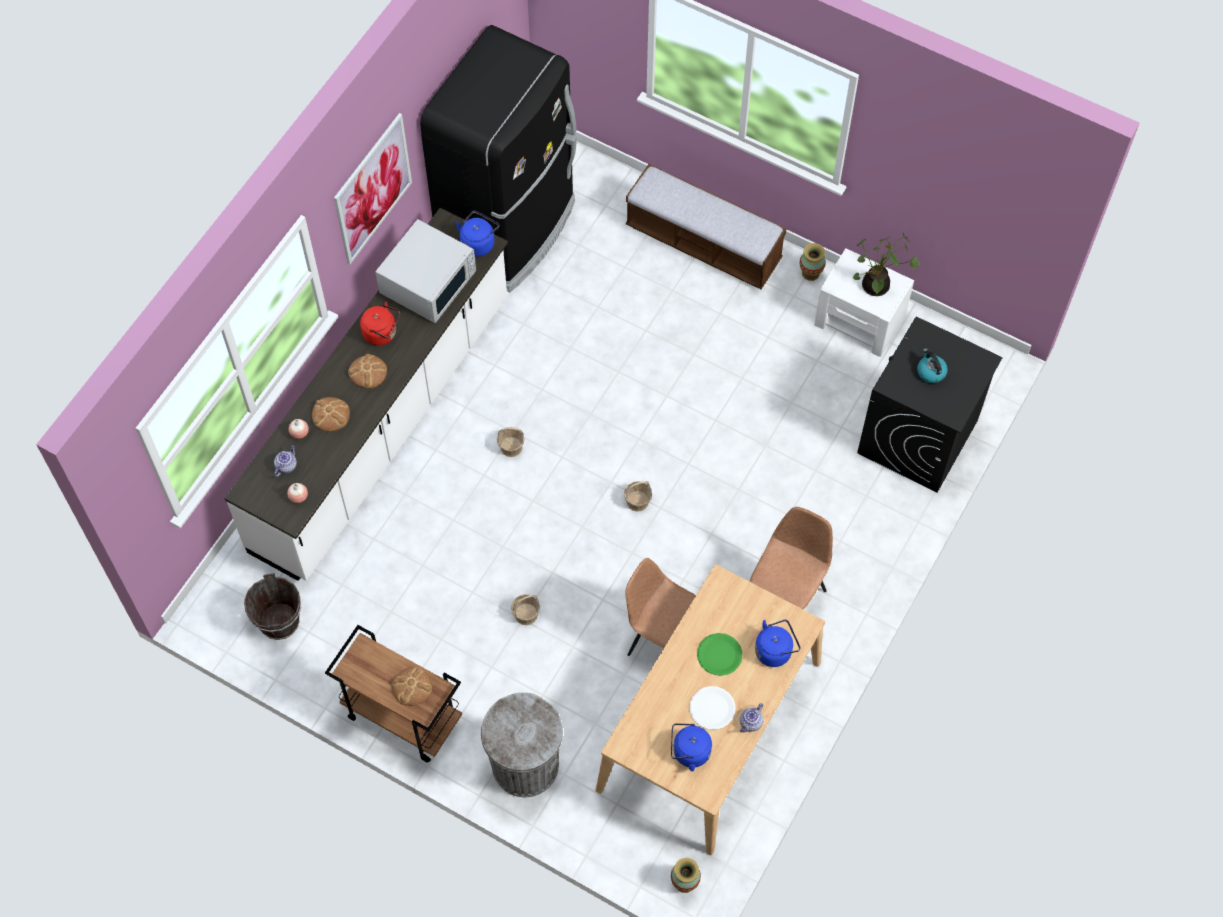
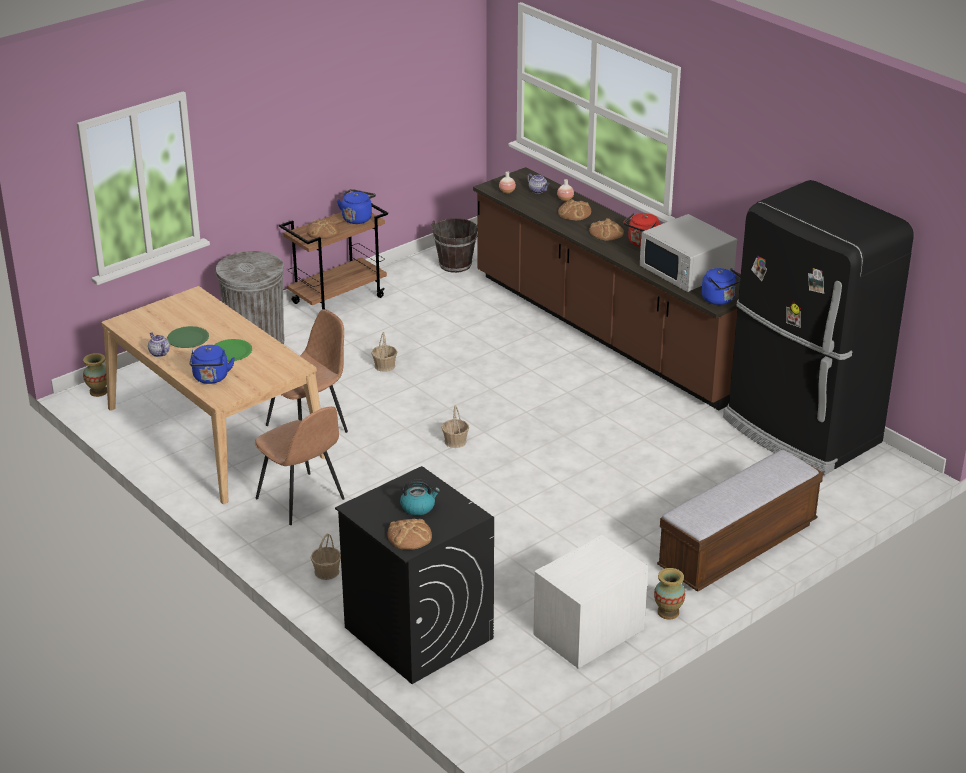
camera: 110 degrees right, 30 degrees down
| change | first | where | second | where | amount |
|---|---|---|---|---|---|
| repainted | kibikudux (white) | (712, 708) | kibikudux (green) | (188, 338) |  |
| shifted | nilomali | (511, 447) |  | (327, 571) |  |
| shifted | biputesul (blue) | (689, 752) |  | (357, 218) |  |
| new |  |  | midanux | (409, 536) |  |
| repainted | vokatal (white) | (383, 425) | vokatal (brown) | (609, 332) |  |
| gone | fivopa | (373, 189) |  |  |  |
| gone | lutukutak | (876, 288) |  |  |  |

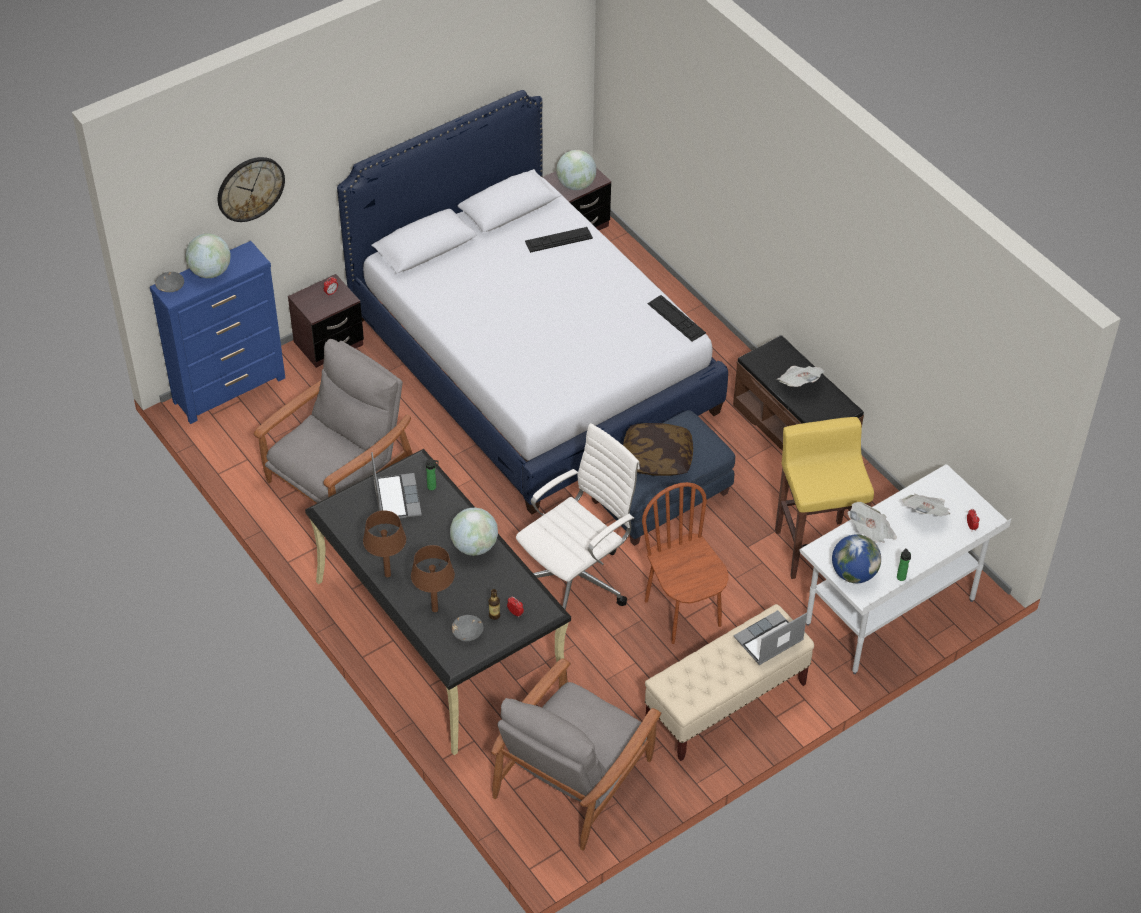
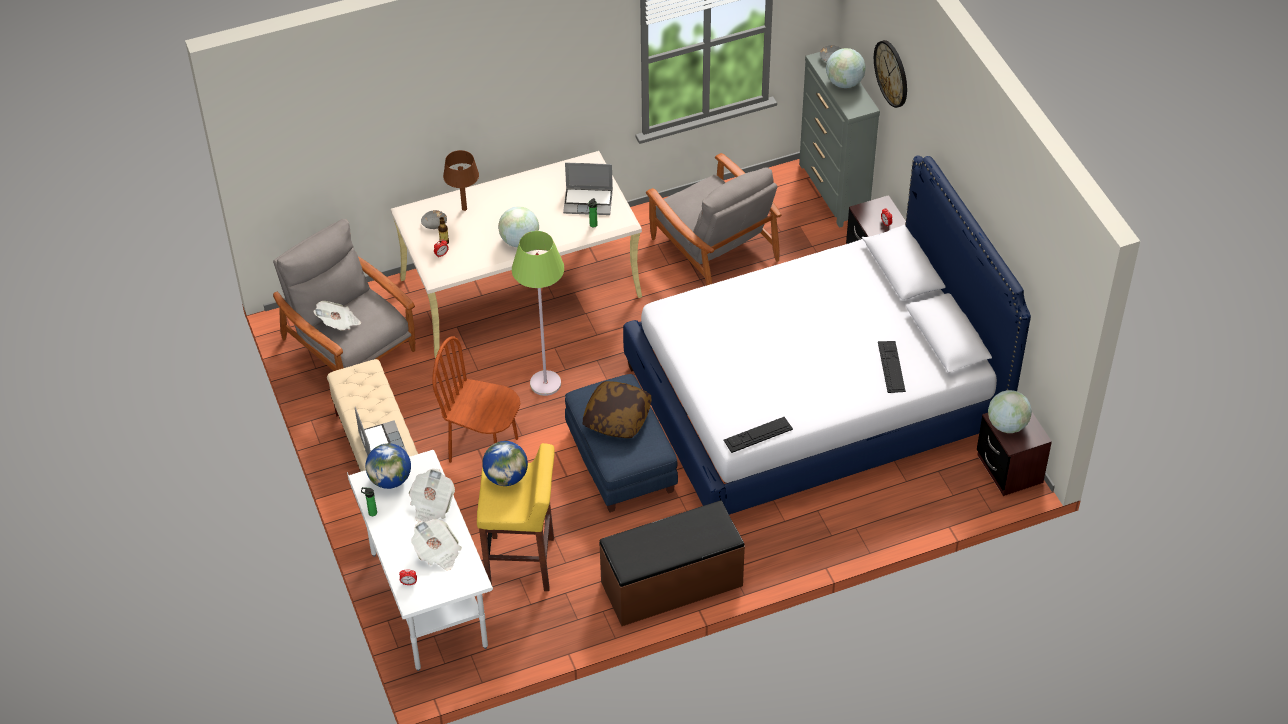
camera: 105 degrees right, 0 degrees up
| change | first | where | second | where | amount |
|---|---|---|---|---|---|
| shifted | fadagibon | (799, 383) |  | (338, 323) |  |
| repainted | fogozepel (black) | (439, 633) | fogozepel (beige) | (521, 287) |  |
| rotated | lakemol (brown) | (683, 613) |  | (484, 449) | 150 degrees counterclockwise |
| new |  |  | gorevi | (506, 477) |  |
| swapped | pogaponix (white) | (576, 580) | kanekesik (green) | (545, 384) |  |
| repainted | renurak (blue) | (230, 389) | renurak (grey) | (833, 191) |  |
| gone | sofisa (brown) | (387, 574) |  |  |  |

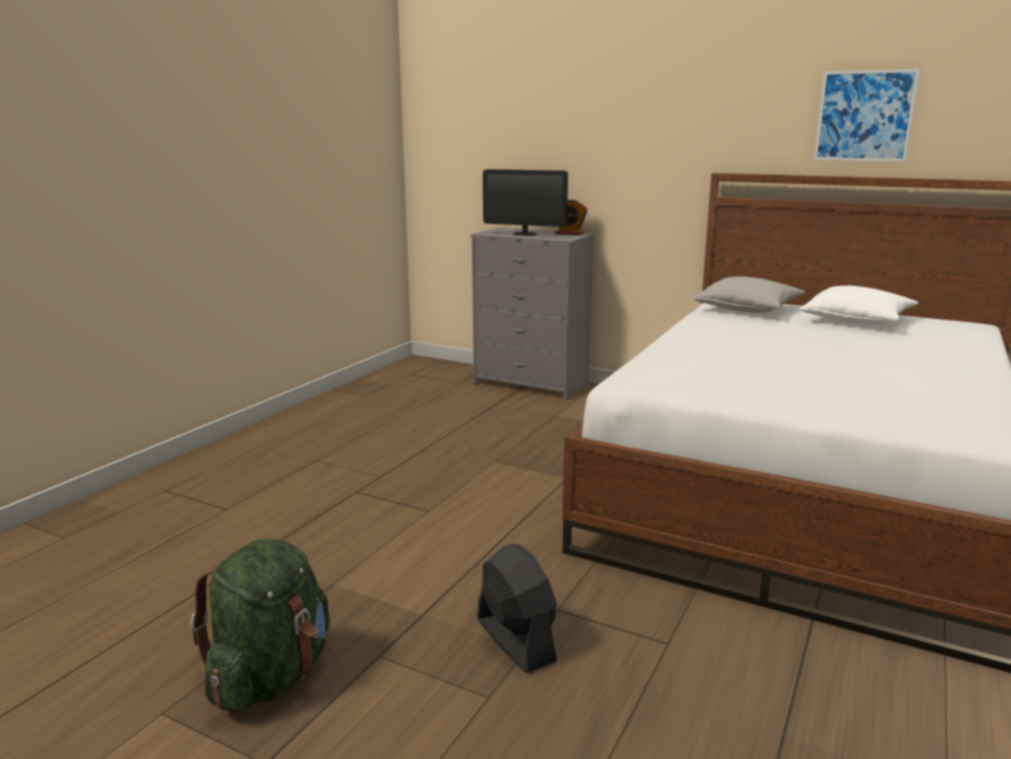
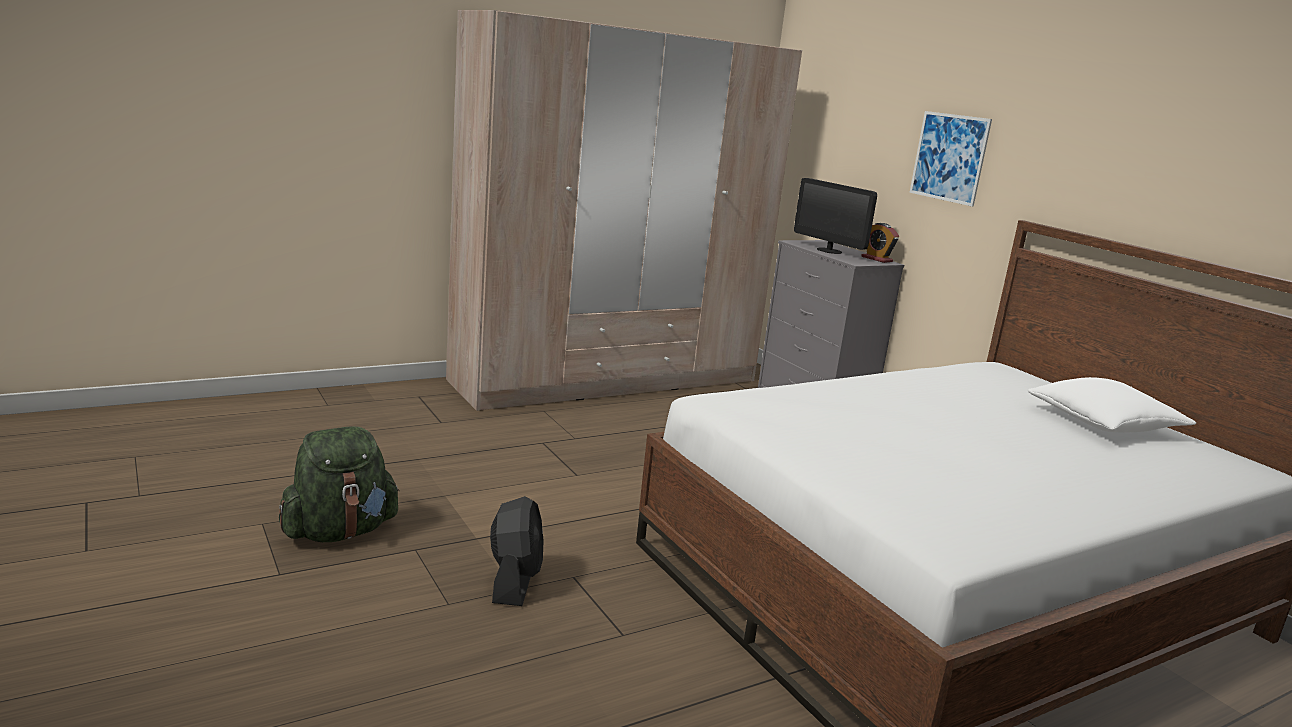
camera: 30 degrees right, 0 degrees up
| change | first | where | second | where | amount |
|---|---|---|---|---|---|
| new |  |  | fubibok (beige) | (608, 381) |  |
| shifted | fivopa | (864, 116) |  | (949, 157) |  |
| gone | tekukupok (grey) | (748, 309) |  |  |  |

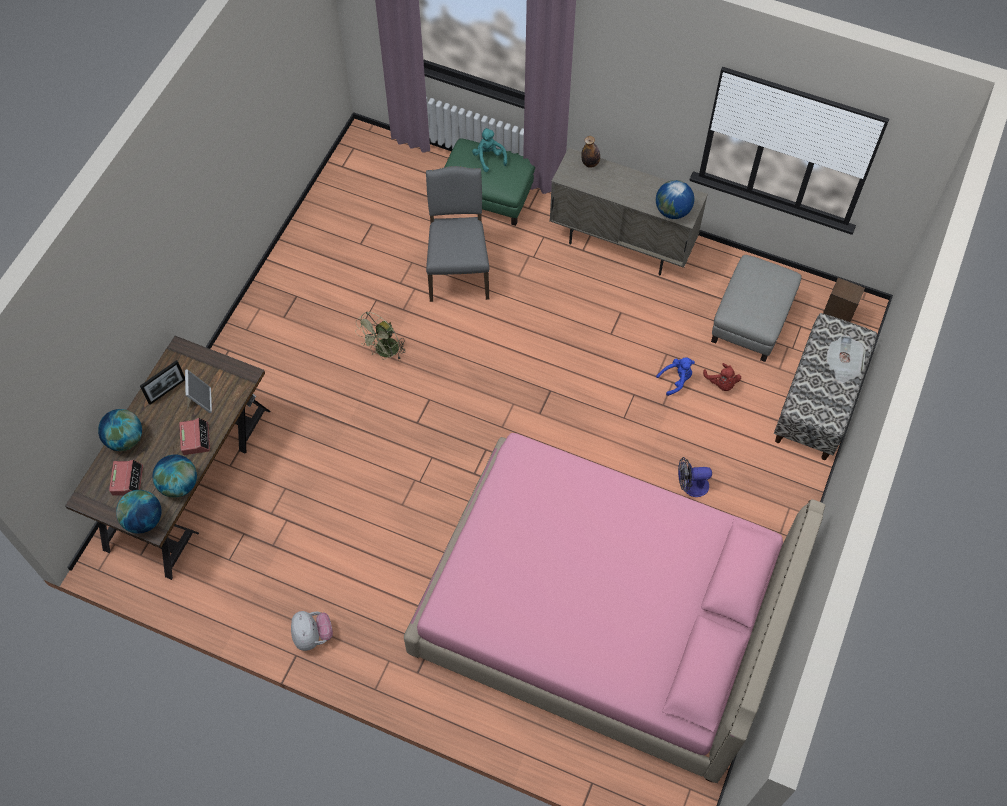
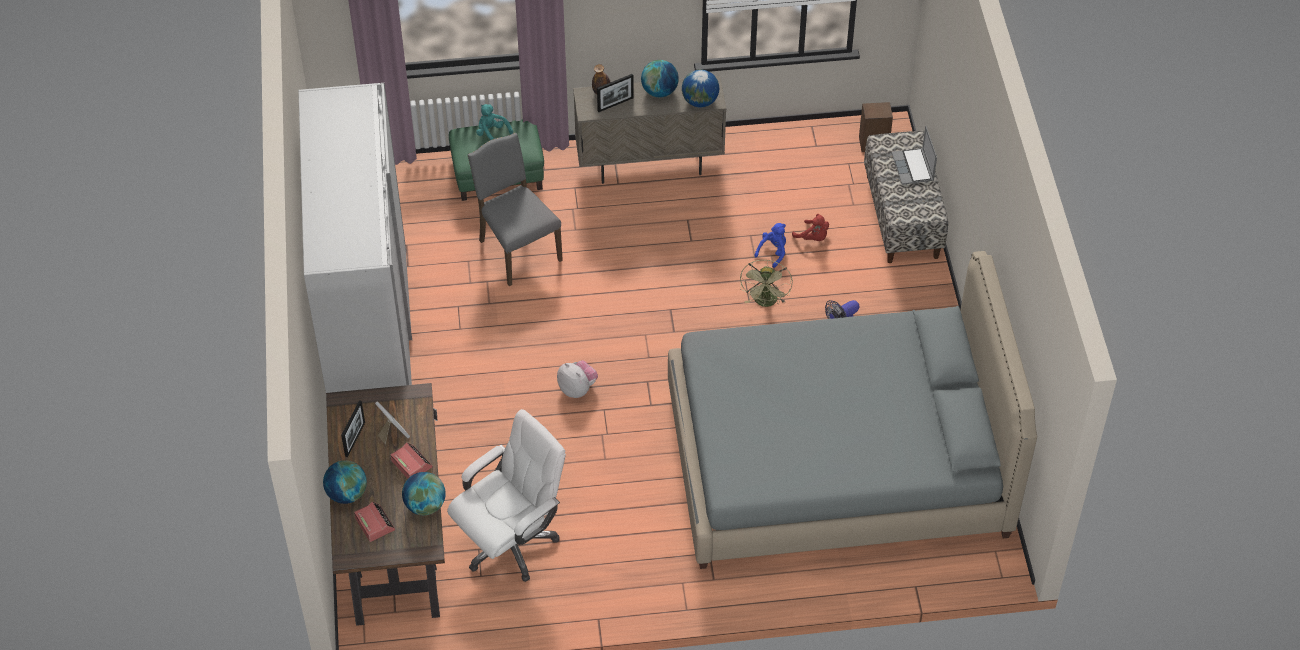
camera: 30 degrees left, 10 degrees down
| change | first | where | second | where | amount |
|---|---|---|---|---|---|
| new |  |  | fubibok (white) | (370, 344) |  |
| new |  |  | pogaponix (white) | (511, 542) |  |
| shifted | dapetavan | (312, 636) |  | (577, 389) |  |
| new |  |  | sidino | (615, 104) |  |
| shifted | gorevi | (144, 520) |  | (659, 91) |  |
| repainted | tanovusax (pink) | (601, 615) | tanovusax (grey) | (836, 461) |  |
| shifted | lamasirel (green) | (384, 352) |  | (766, 302) |  |
| swapped | fadagibon | (842, 365) | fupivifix | (913, 168) |  |
| gone | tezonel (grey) | (751, 320) |  |  |  |

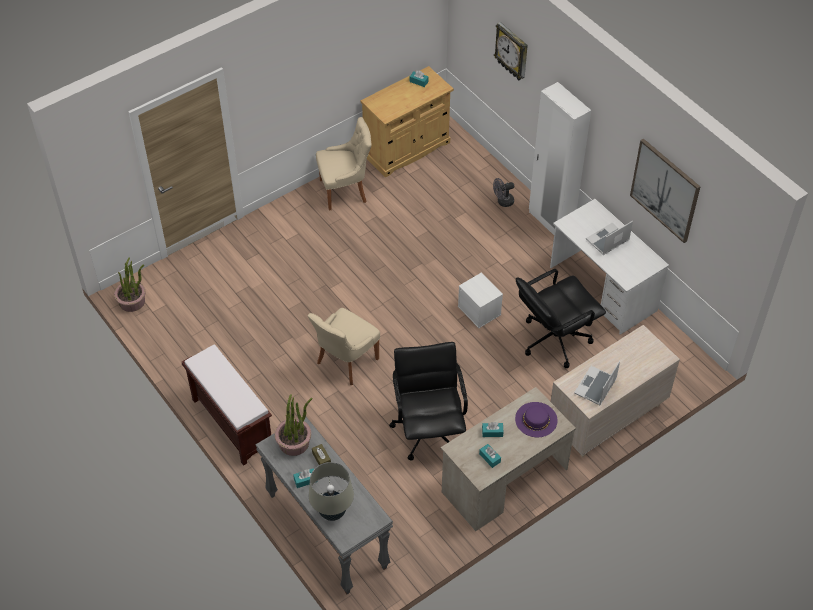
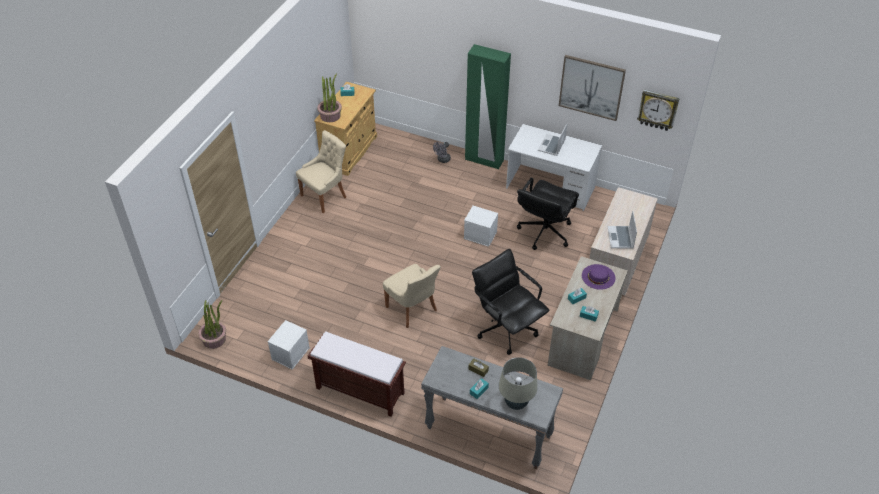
camera: 30 degrees left, 5 degrees down
| change | first | where | second | where | amount |
|---|---|---|---|---|---|
| new |  |  | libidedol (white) | (290, 353) |  |
| shifted | lutukutak | (294, 442) |  | (330, 115) |  |
| rotated | lakemol (beige) | (345, 362) |  | (413, 309) | 45 degrees counterclockwise |
| repainted | fubibok (white) | (550, 222) | fubibok (green) | (484, 160) |  |
| shifted | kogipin | (512, 52) |  | (658, 110) |  |

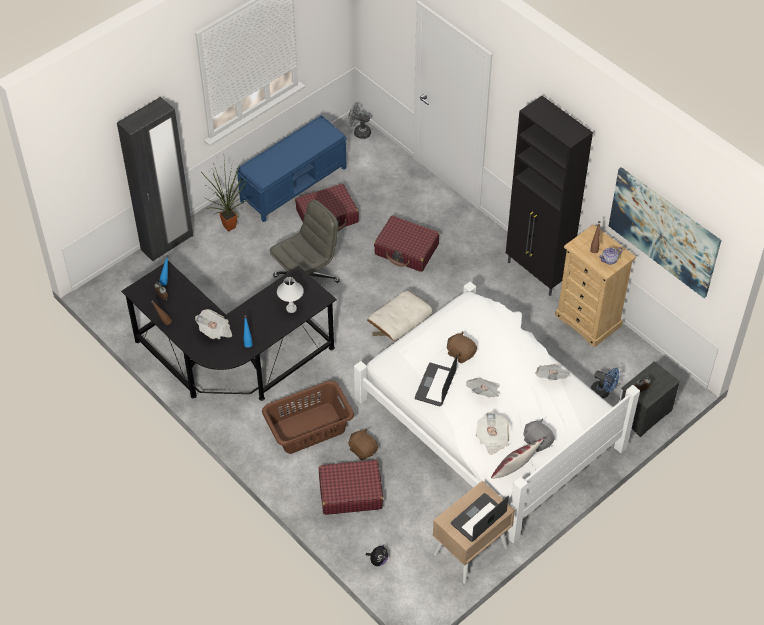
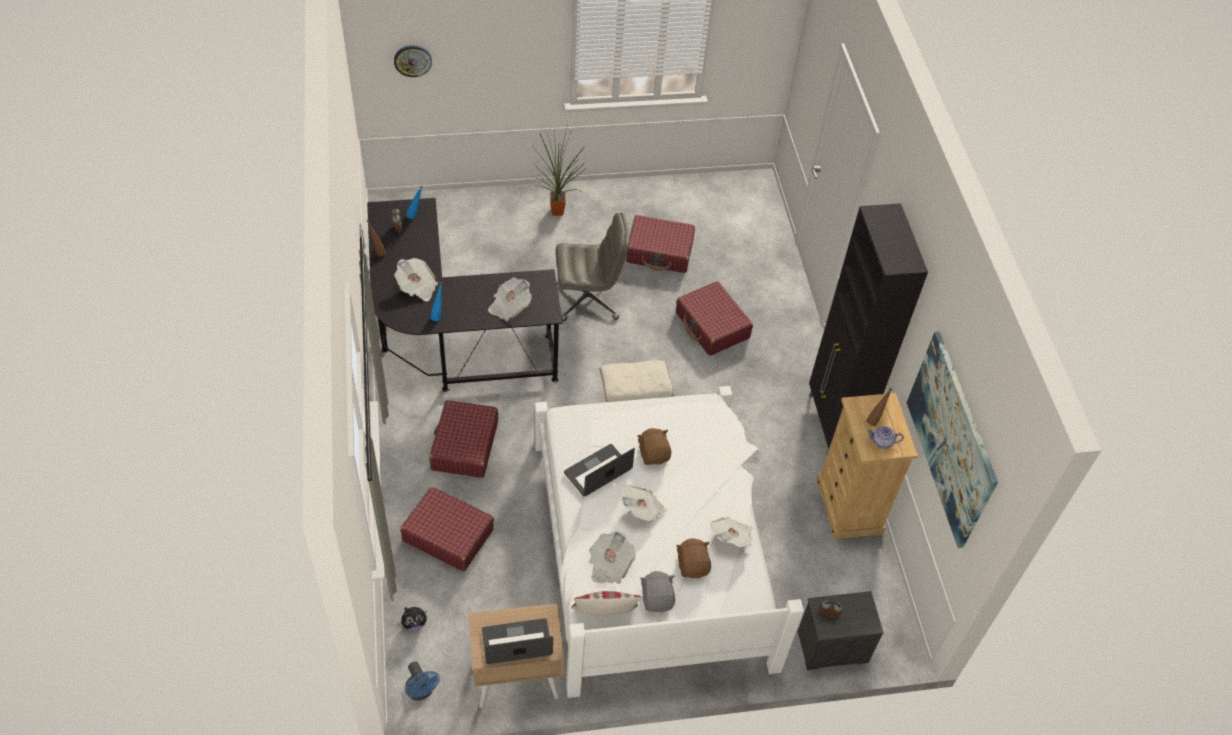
camera: 30 degrees right, 0 degrees up
| change | first | where | second | where | amount |
|---|---|---|---|---|---|
| new |  |  | kogipin | (412, 60) |  |
| shifted | lamasirel (blue) | (603, 392) |  | (421, 692) |  |
| swapped | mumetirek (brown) | (309, 429) | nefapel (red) | (464, 446) |  |
| swapped | sofisa (white) | (291, 308) | fadagibon | (509, 306) |  |
| shifted | dapetavan (brown) | (363, 450) |  | (692, 565) |  |
| gone | fubibok (black) | (167, 243) |  |  |  |
| gone | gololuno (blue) | (294, 184) |  |  |  |
| gone | lamasirel (grey) | (359, 132) |  |  |  |

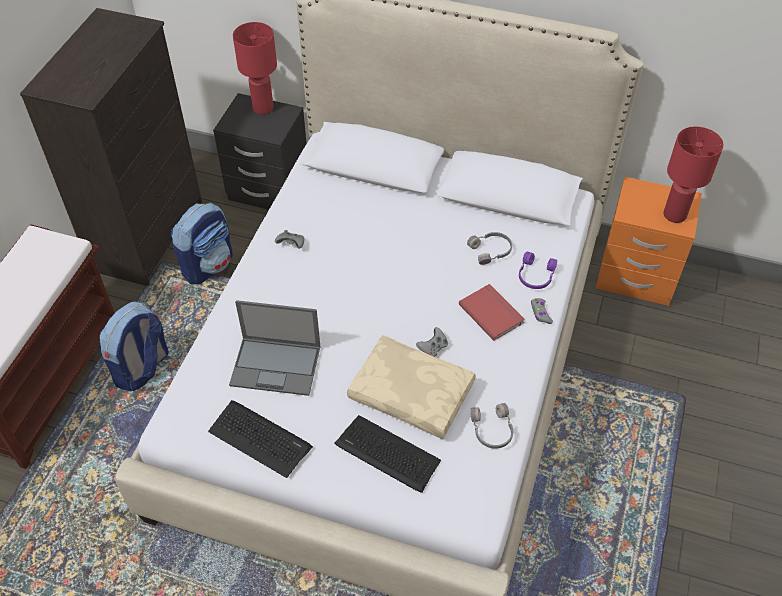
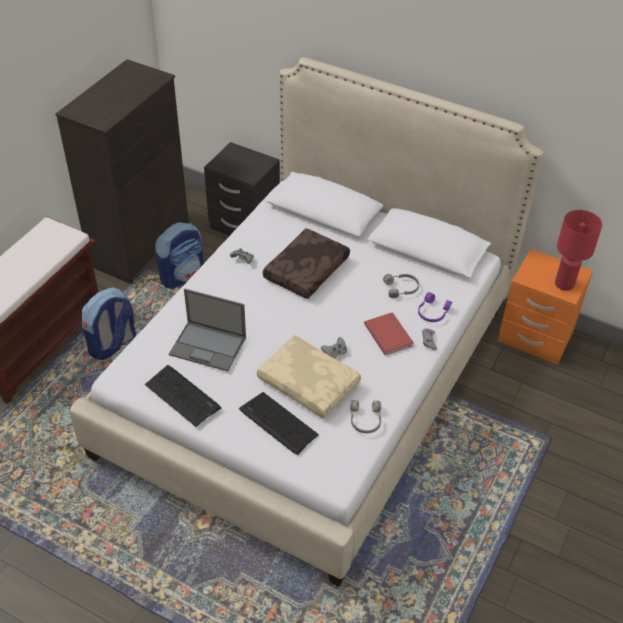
camera: 10 degrees right, 5 degrees down
| change | first | where | second | where | amount |
|---|---|---|---|---|---|
| new |  |  | tekukupok (brown) | (307, 271) |  |
| gone | sofisa (red) | (263, 108) |  |  |  |

